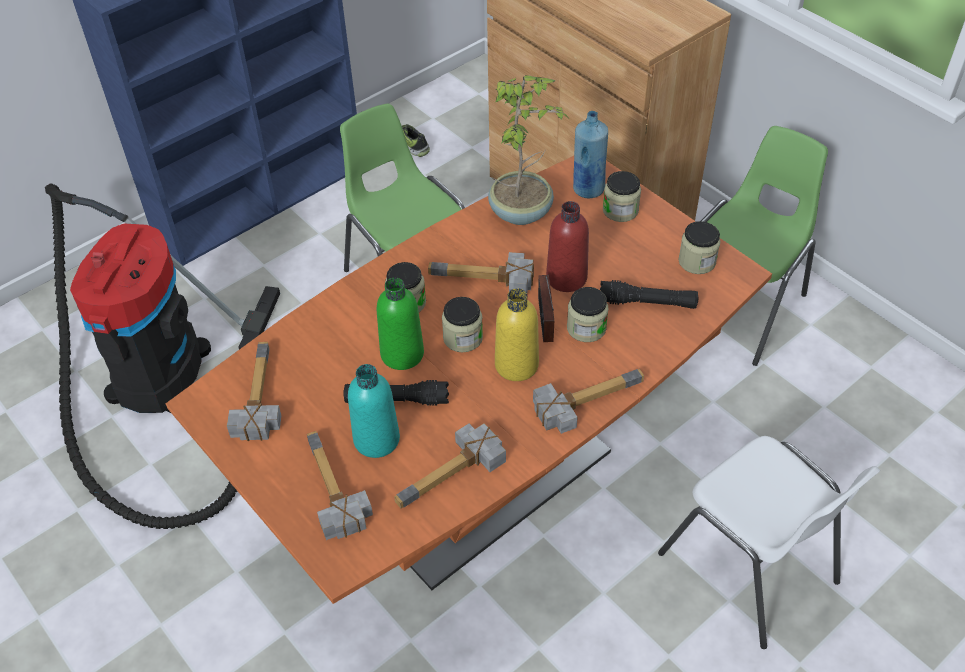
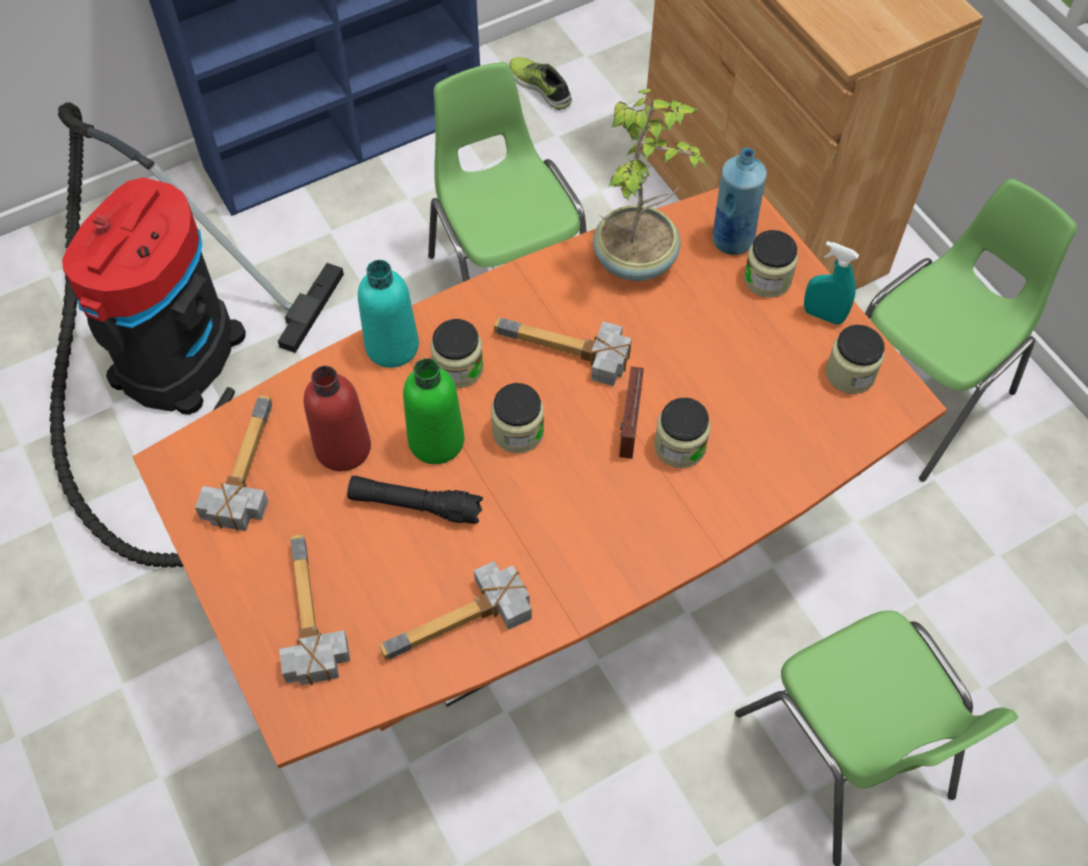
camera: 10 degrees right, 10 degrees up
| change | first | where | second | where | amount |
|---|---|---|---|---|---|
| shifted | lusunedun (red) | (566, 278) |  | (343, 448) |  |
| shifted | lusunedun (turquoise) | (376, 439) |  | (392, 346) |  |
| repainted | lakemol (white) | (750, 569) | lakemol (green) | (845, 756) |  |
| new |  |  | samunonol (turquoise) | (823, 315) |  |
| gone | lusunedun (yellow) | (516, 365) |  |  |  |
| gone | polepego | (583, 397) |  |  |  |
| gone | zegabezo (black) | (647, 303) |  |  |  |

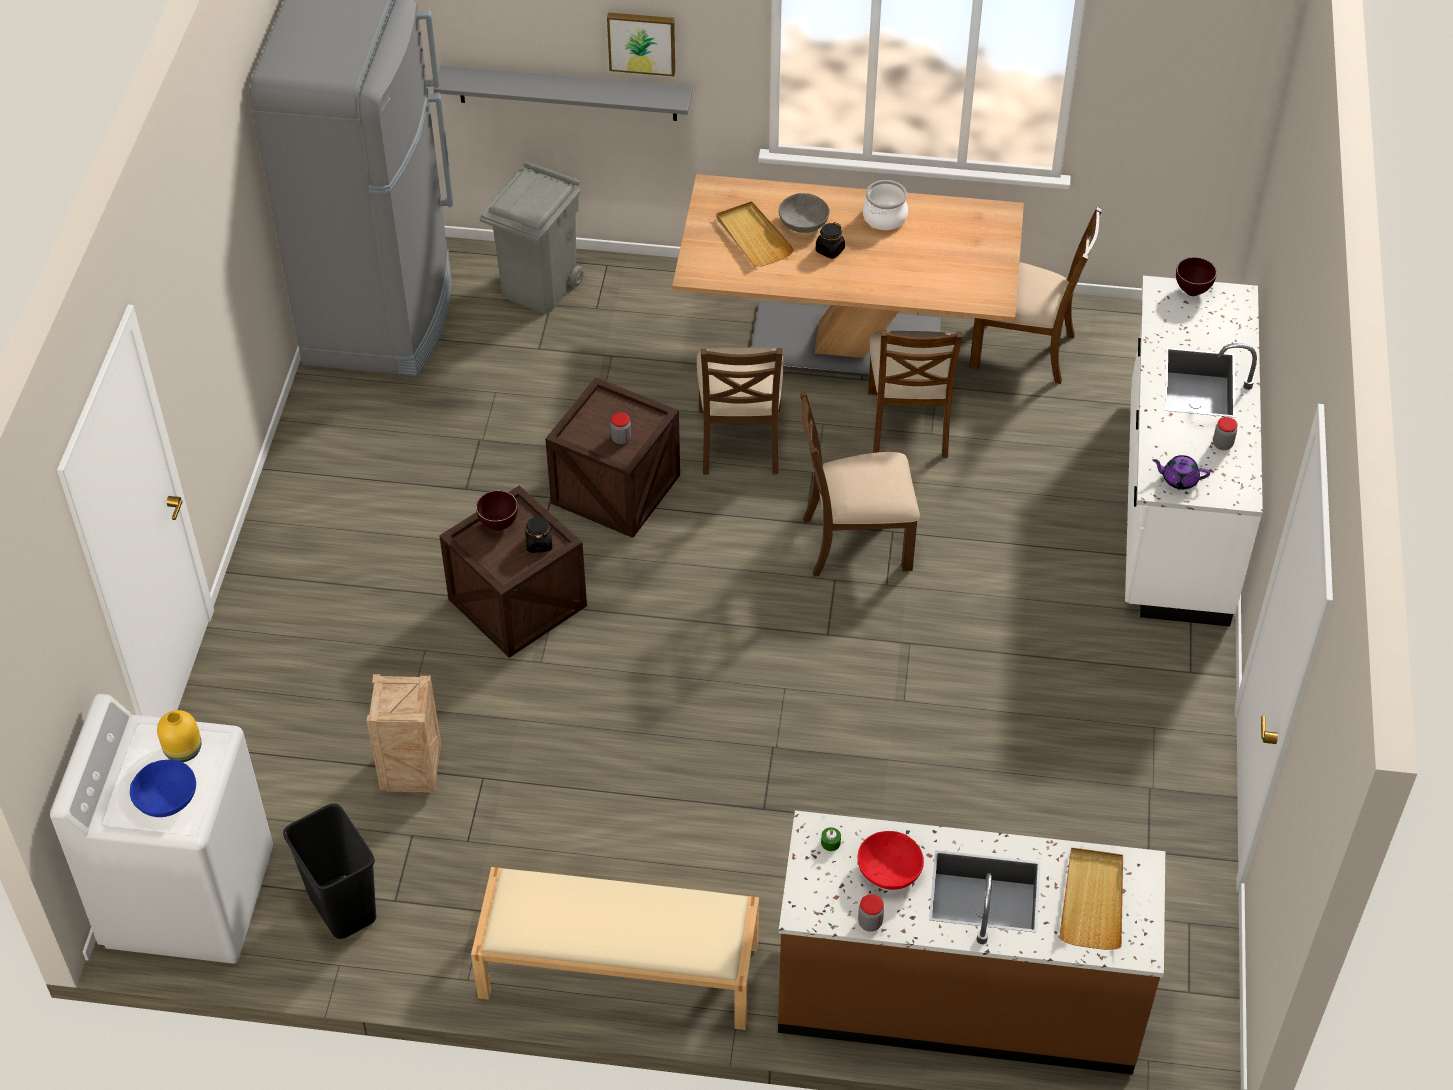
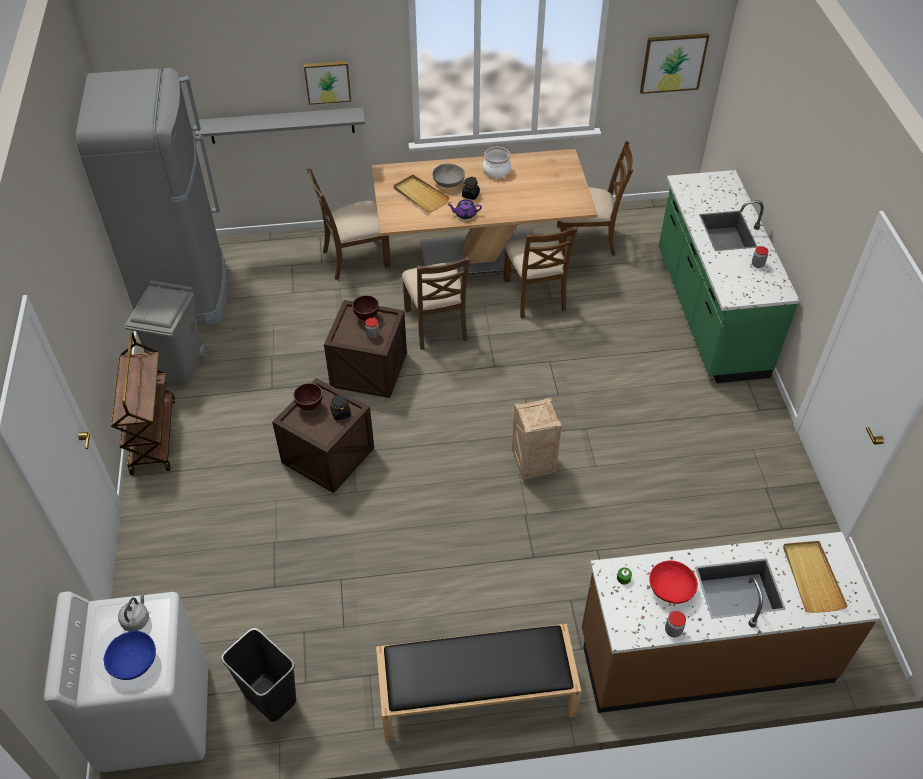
camera: 15 degrees left, 0 degrees up
| change | first | where | second | where | amount |
|---|---|---|---|---|---|
| new |  |  | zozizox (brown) | (152, 435) |  |
| swapped | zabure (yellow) | (183, 749) | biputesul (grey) | (136, 619) |  |
| shifted | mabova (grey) | (539, 287) |  | (178, 364) |  |
| shifted | lakemol (brown) | (855, 542) |  | (355, 258) |  |
| shifted | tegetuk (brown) | (1191, 292) |  | (366, 318) |  |
| repainted | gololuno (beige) | (617, 970) | gololuno (black) | (475, 695) |  |
| shifted | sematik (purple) | (1179, 479) |  | (465, 214) |  |
| shifted | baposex | (412, 774) |  | (534, 465) |  |
| new |  |  | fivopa | (673, 63) |  |
| repainted | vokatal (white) | (1174, 506) | vokatal (green) | (708, 313) |  |

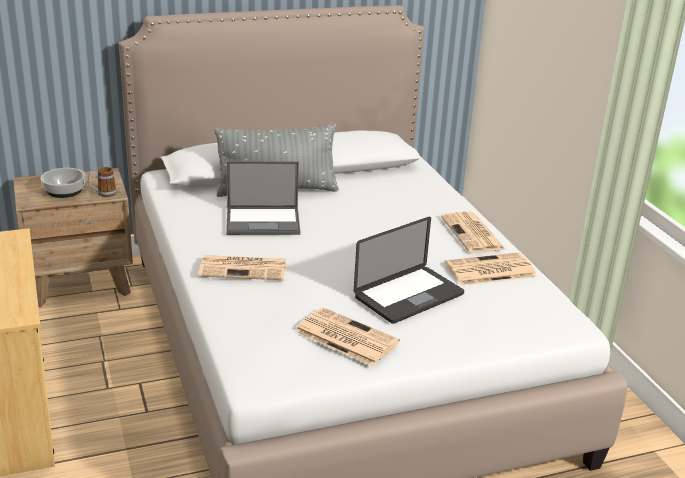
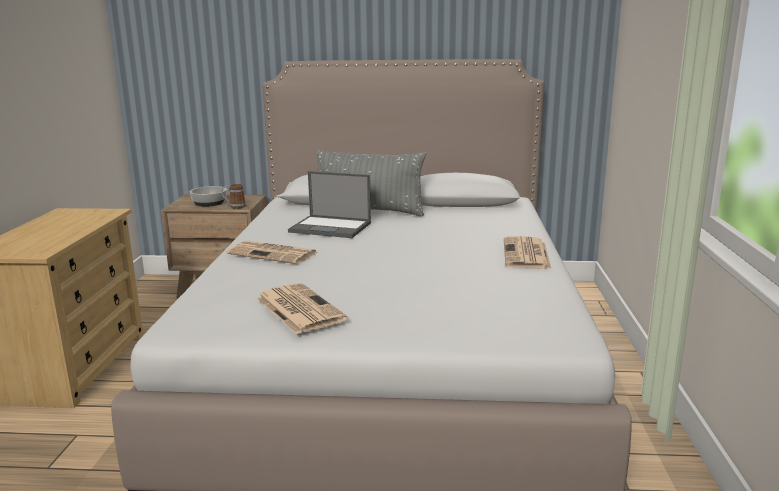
camera: 25 degrees right, 10 degrees down
| change | first | where | second | where | amount |
|---|---|---|---|---|---|
| gone | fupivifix | (409, 296) |  |  |  |
| gone | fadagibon | (489, 270) |  |  |  |

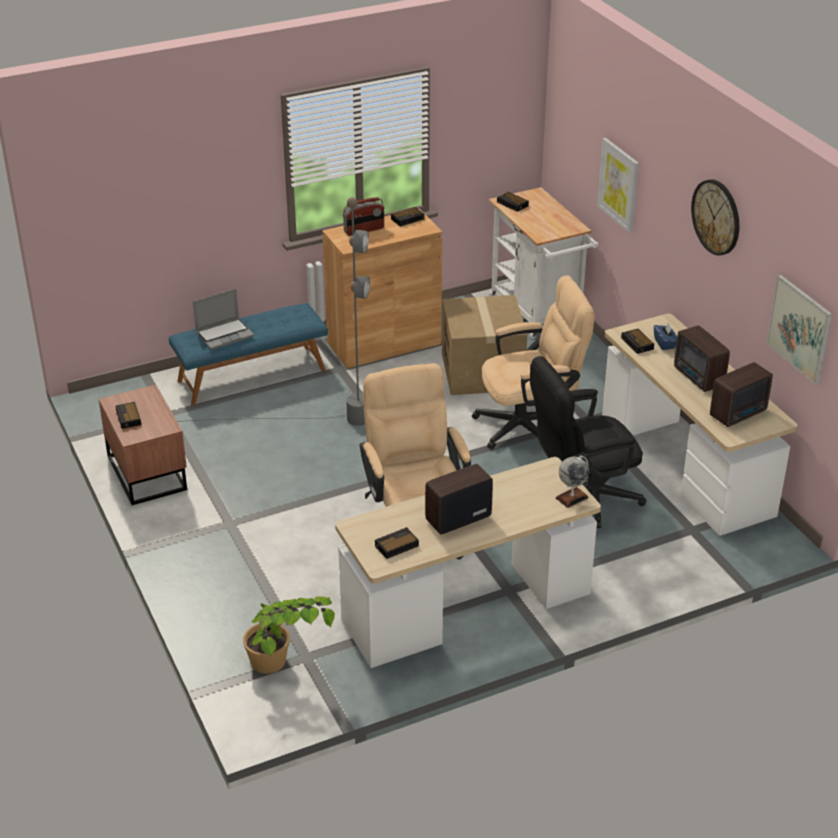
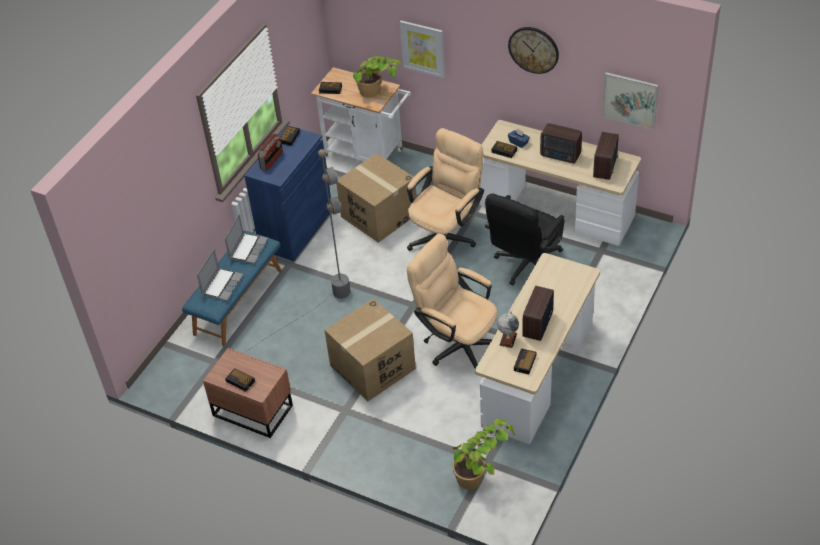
camera: 35 degrees left, 10 degrees up
| change | first | where | second | where | amount |
|---|---|---|---|---|---|
| new |  |  | fupivifix | (248, 249) |  |
| repainted | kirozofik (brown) | (384, 343) | kirozofik (blue) | (296, 229) |  |
| new |  |  | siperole | (372, 367) |  |
| new |  |  | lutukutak | (377, 96) |  |
| shifted | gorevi | (572, 497) |  | (508, 339) |  |

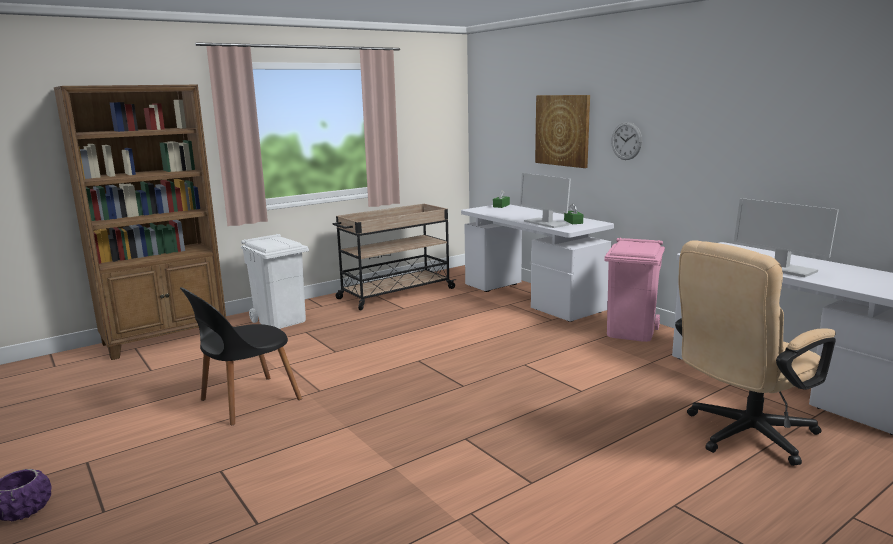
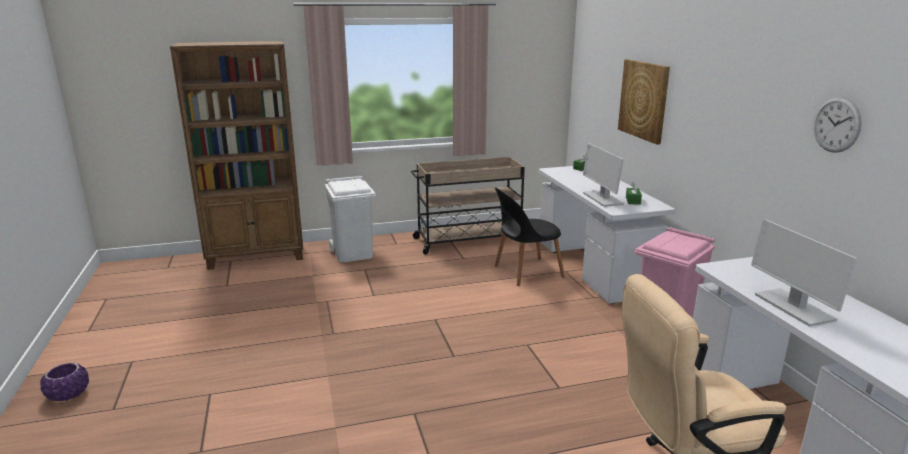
camera: 20 degrees right, 5 degrees up
| change | first | where | second | where | amount |
|---|---|---|---|---|---|
| shifted | lakemol (black) | (246, 401) |  | (525, 272) |  |
| shifted | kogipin | (626, 141) |  | (836, 124) |  |

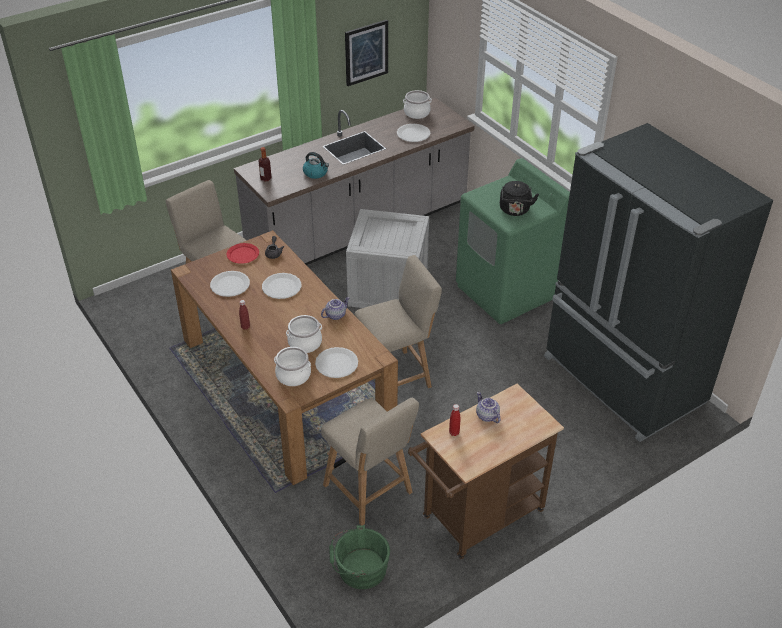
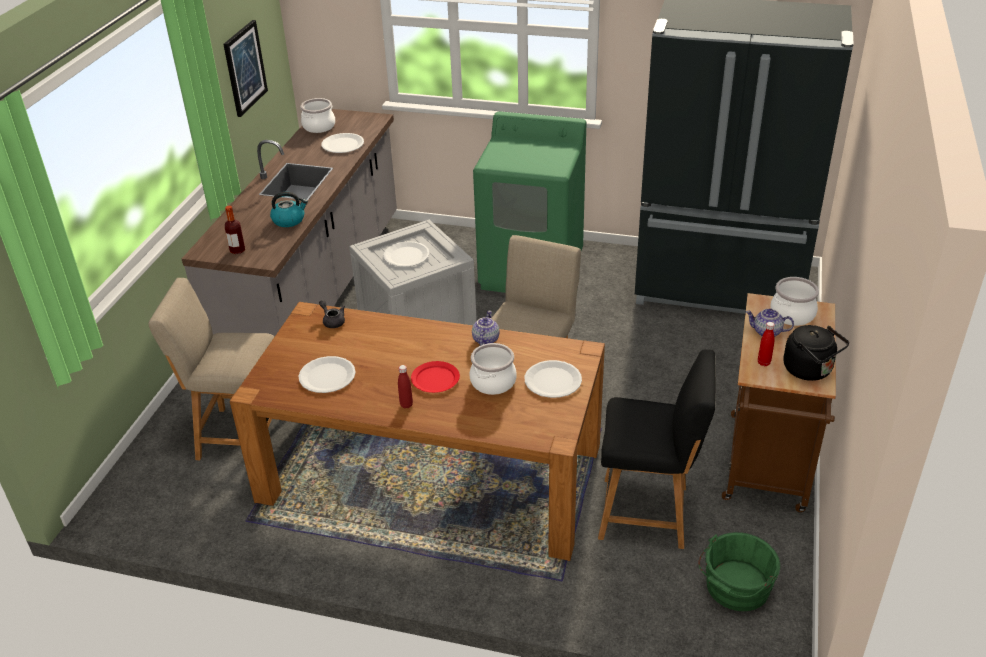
camera: 40 degrees left, 5 degrees down
| change | first | where | second | where | amount |
|---|---|---|---|---|---|
| shifted | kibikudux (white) | (282, 287) |  | (406, 255) |  |
| shifted | kibikudux (red) | (243, 254) |  | (435, 379) |  |
| repainted | lakemol (beige) | (370, 491) | lakemol (black) | (649, 513) |  |
| shifted | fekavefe | (293, 375) |  | (792, 314) |  |
| shifted | biputesul (black) | (515, 210) |  | (810, 370) |  |

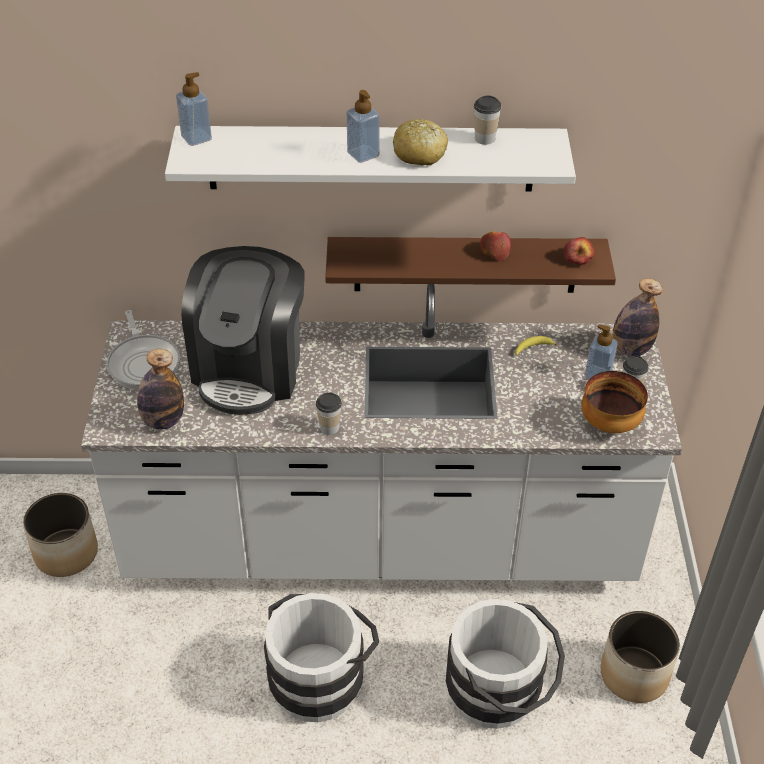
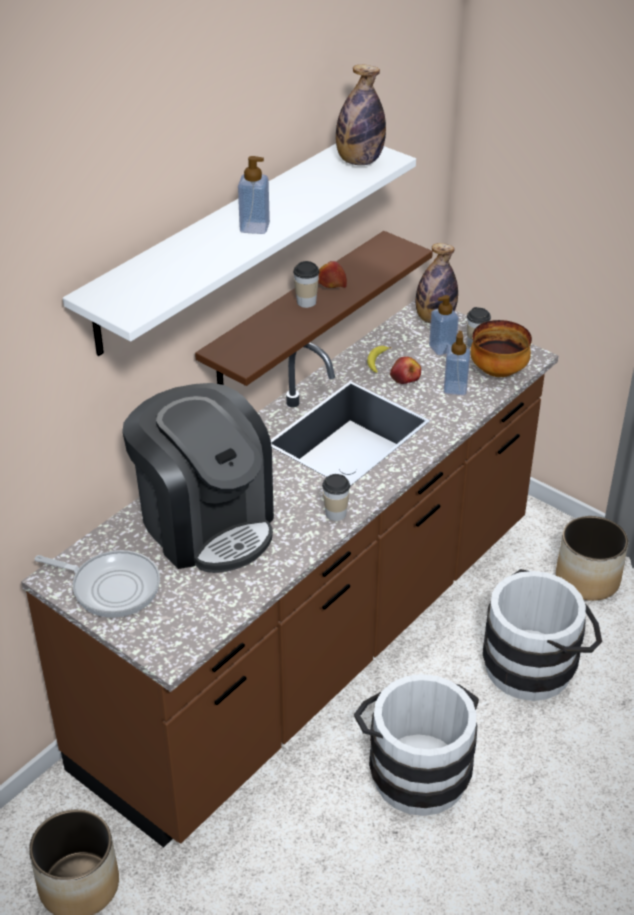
camera: 50 degrees left, 5 degrees down
| change | first | where | second | where | amount |
|---|---|---|---|---|---|
| repainted | vokatal (white) | (380, 541) | vokatal (brown) | (317, 644) |  |
| shifted | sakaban | (485, 138) |  | (306, 302) |  |
| shifted | lusunedun | (163, 420) |  | (359, 161) |  |
| shifted | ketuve | (578, 258) |  | (405, 377) |  |
| shifted | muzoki | (196, 138) |  | (455, 388) |  |
| gone | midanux | (419, 153) |  |  |  |

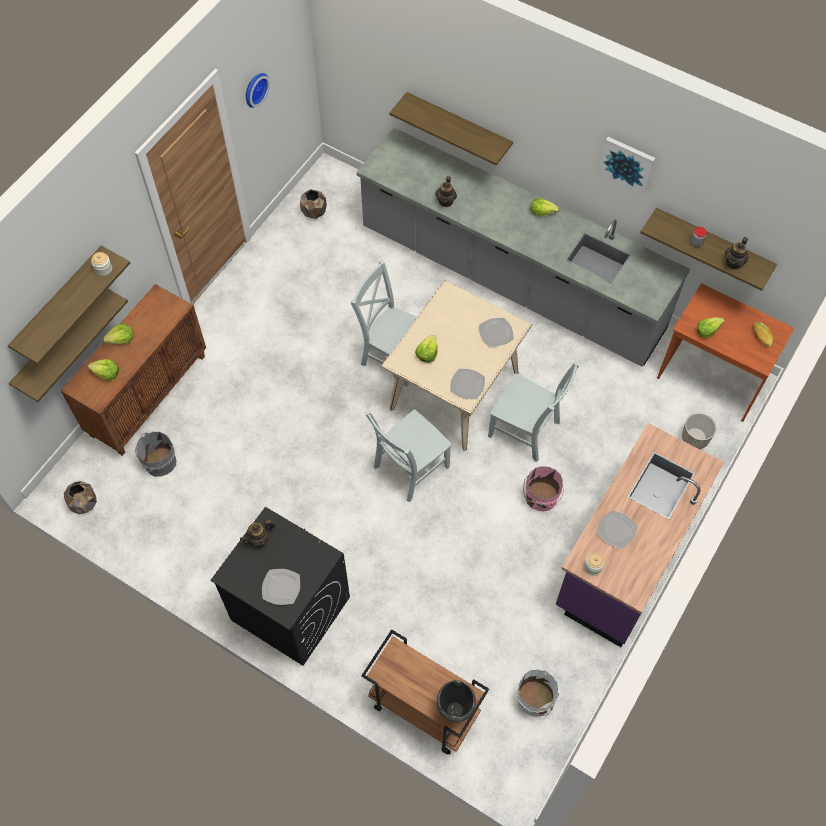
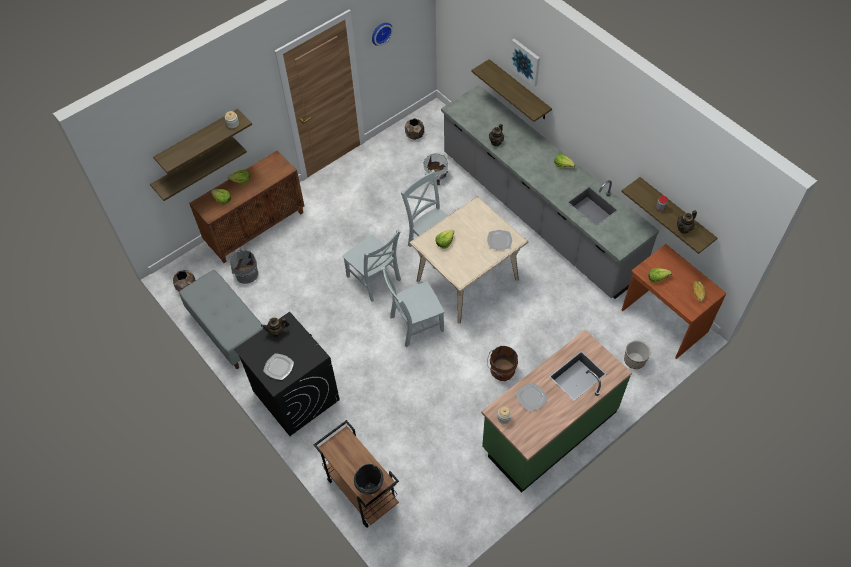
camera: 20 degrees right, 5 degrees down
| change | first | where | second | where | amount |
|---|---|---|---|---|---|
| new |  |  | gololuno (grey) | (228, 330) |  |
| shifted | lakemol (grey) | (526, 431) |  | (374, 280) |  |
| shifted | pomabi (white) | (536, 699) |  | (436, 178) |  |
| repainted | vokatal (purple) | (625, 557) | vokatal (green) | (549, 430) |  |
| repainted | pomabi (pink) | (540, 498) | pomabi (brown) | (502, 370) |  |
| shifted | fivopa | (627, 164) |  | (525, 62) |  |
| gone | kibikudux | (467, 384) |  |  |  |

